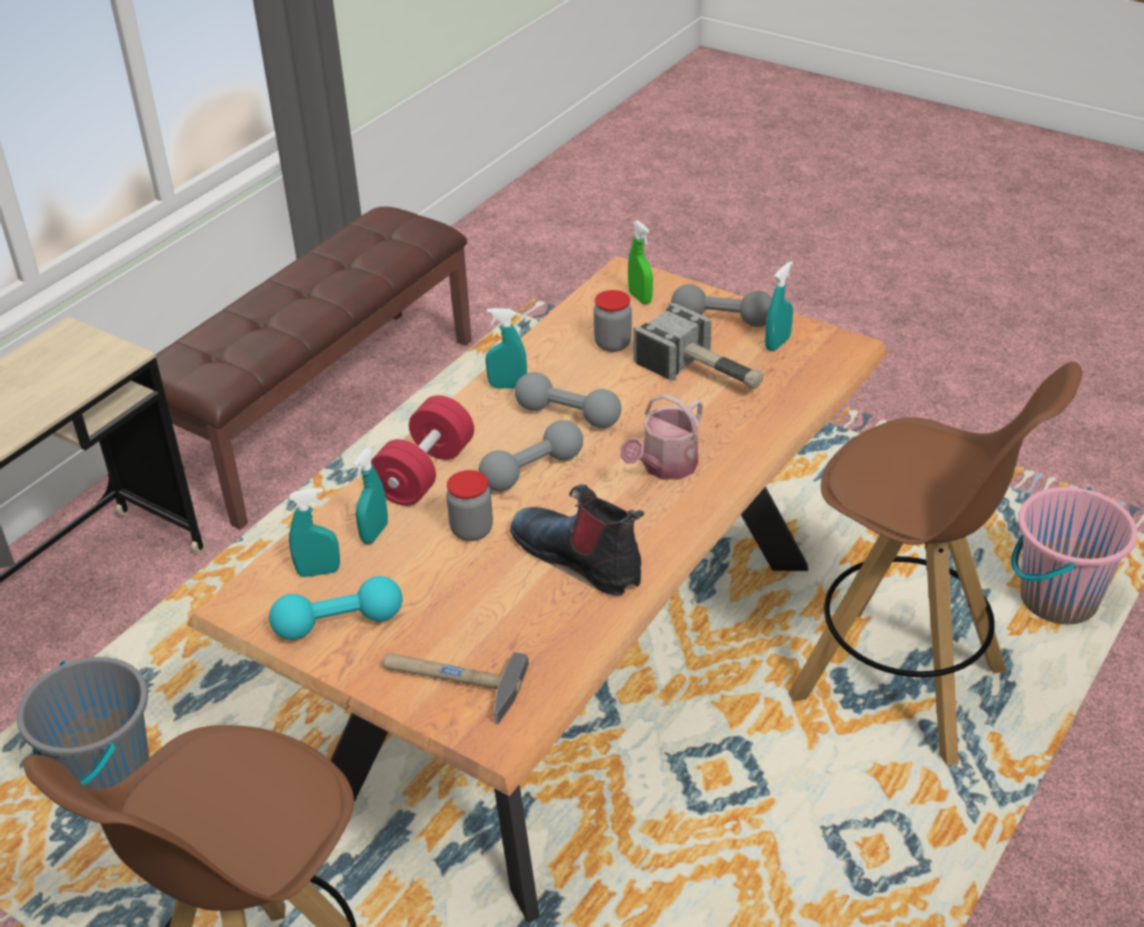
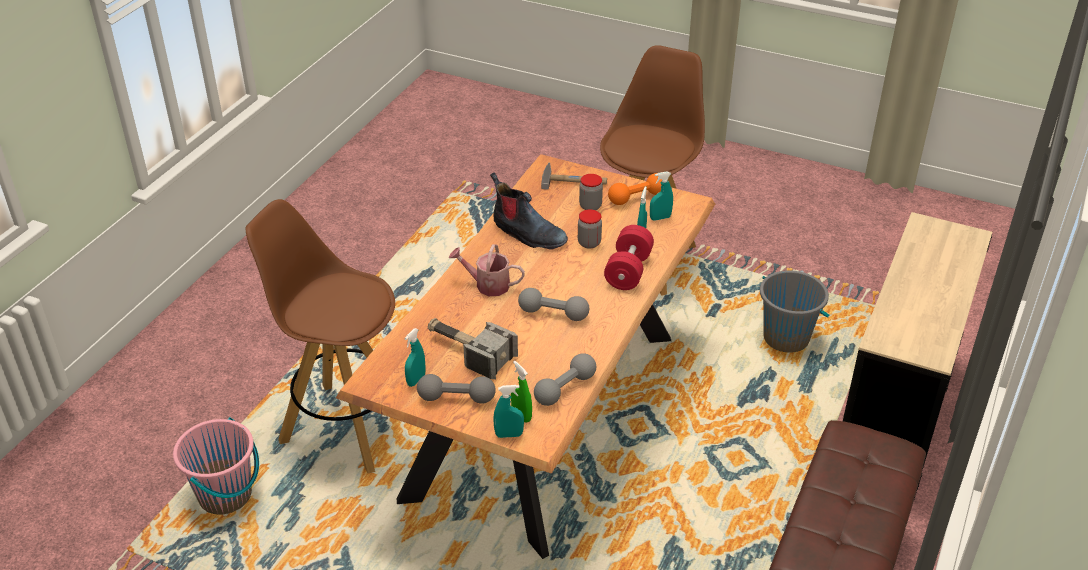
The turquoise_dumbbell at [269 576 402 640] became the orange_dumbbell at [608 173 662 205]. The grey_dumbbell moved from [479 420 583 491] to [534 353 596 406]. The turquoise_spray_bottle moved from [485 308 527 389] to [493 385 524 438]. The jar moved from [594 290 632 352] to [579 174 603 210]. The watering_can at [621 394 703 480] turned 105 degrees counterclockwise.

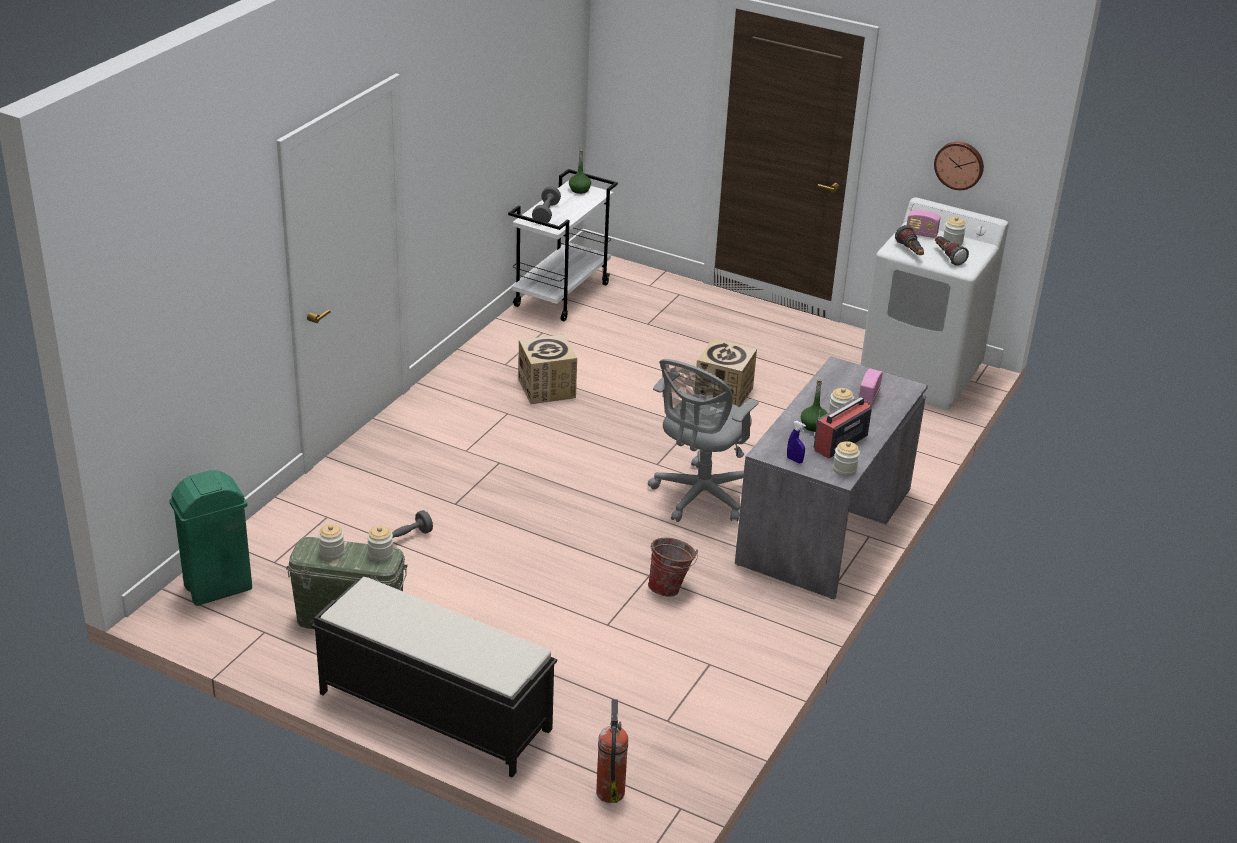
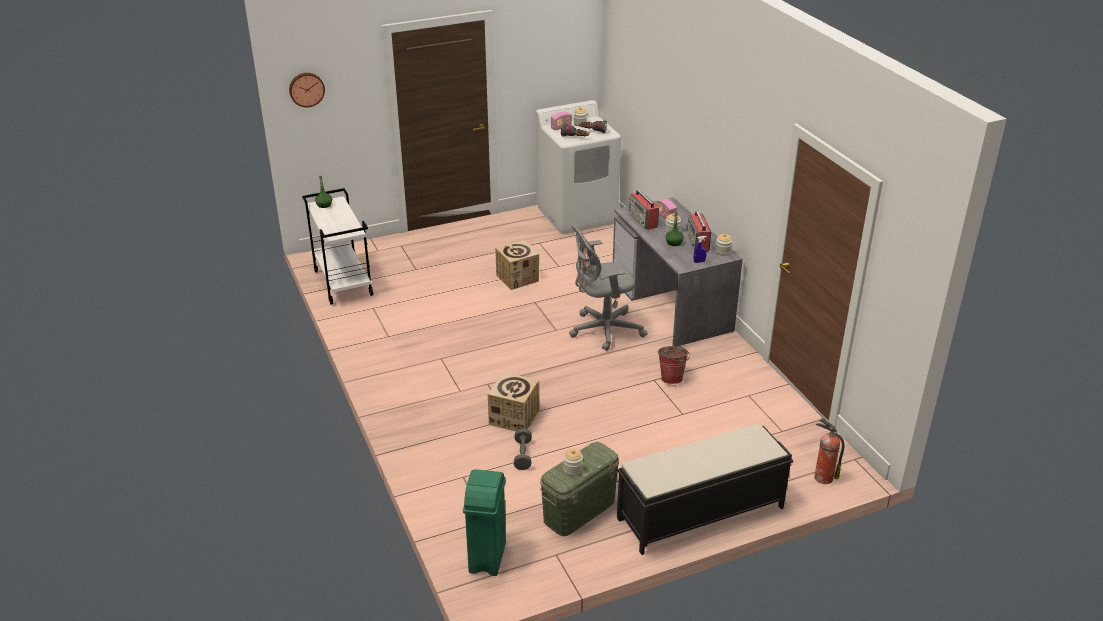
The jar at [367 526 393 562] disappeared. The cardboard_box moved from [518 334 577 404] to [488 372 539 431]. The grey_dumbbell at [532 186 561 223] disappeared. The grey_office_chair at [648 359 759 522] turned 90 degrees clockwise. The wall_clock moved from [934 142 984 190] to [289 73 325 108]. The radio at [629 190 659 230] appeared.

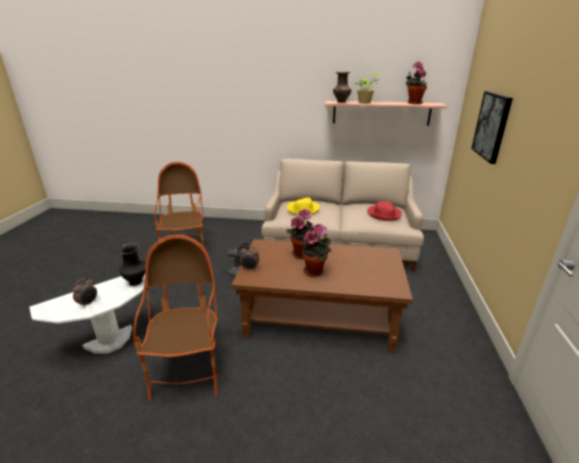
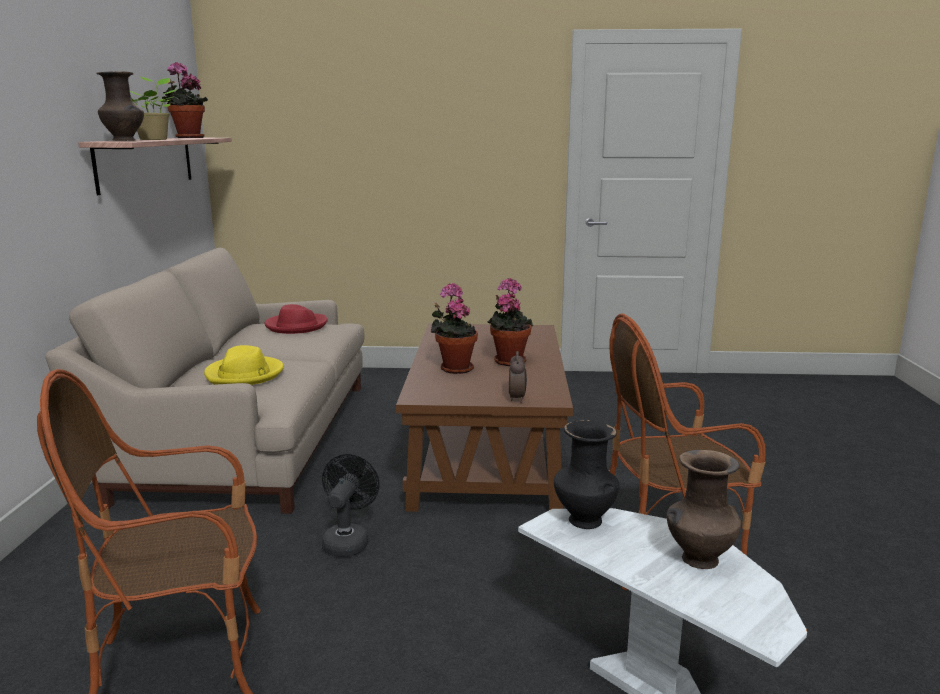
The alarm_clock at [73 278 97 308] was replaced by the brown_vase at [667 450 741 569]. The picture at [471 91 513 164] disappeared.

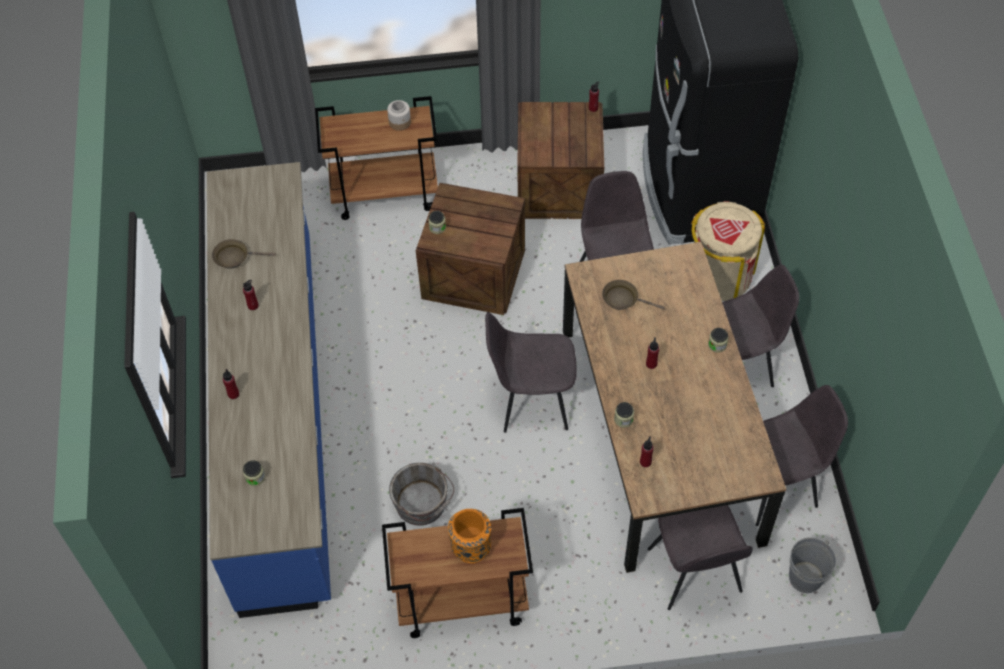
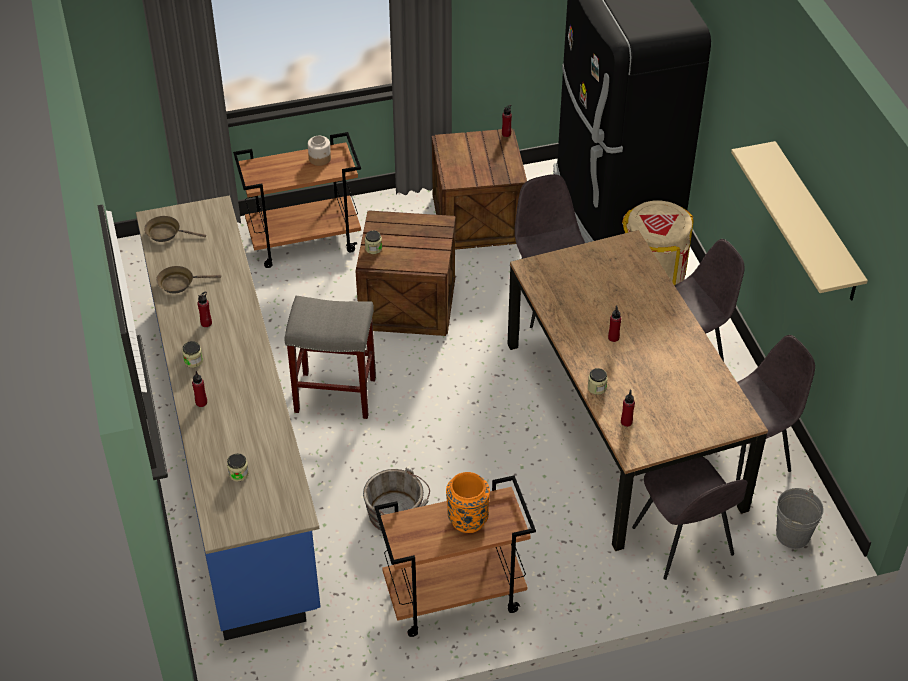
The grey_chair at [485 312 577 433] disappeared. The brown_frying_pan moved from [602 280 665 310] to [144 216 206 242]. The jar moved from [708 328 728 352] to [182 341 203 368]. The grey_stool at [284 296 376 419] appeared. The beige_shelf at [731 141 868 301] appeared.

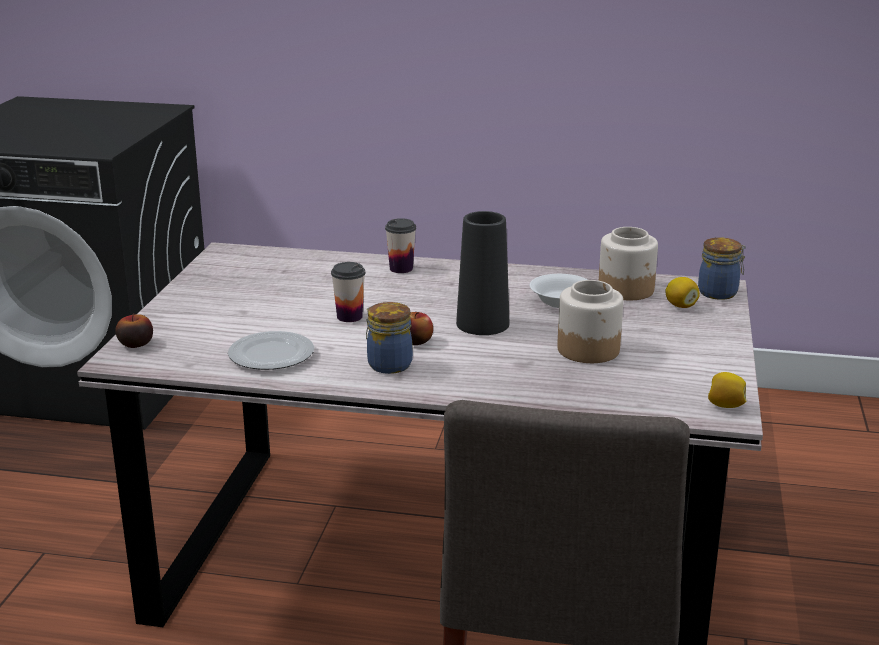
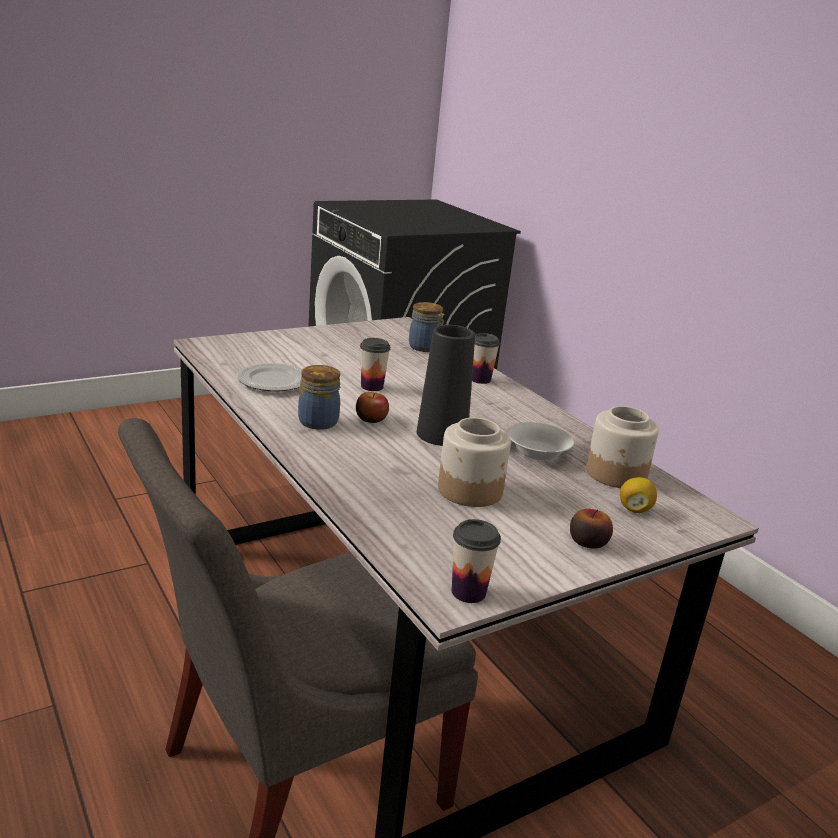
The apple moved from [115 313 153 348] to [570 509 613 549]. The jar moved from [698 237 746 300] to [409 302 444 352]. The lemon at [708 372 746 408] was replaced by the cup at [452 519 501 603].

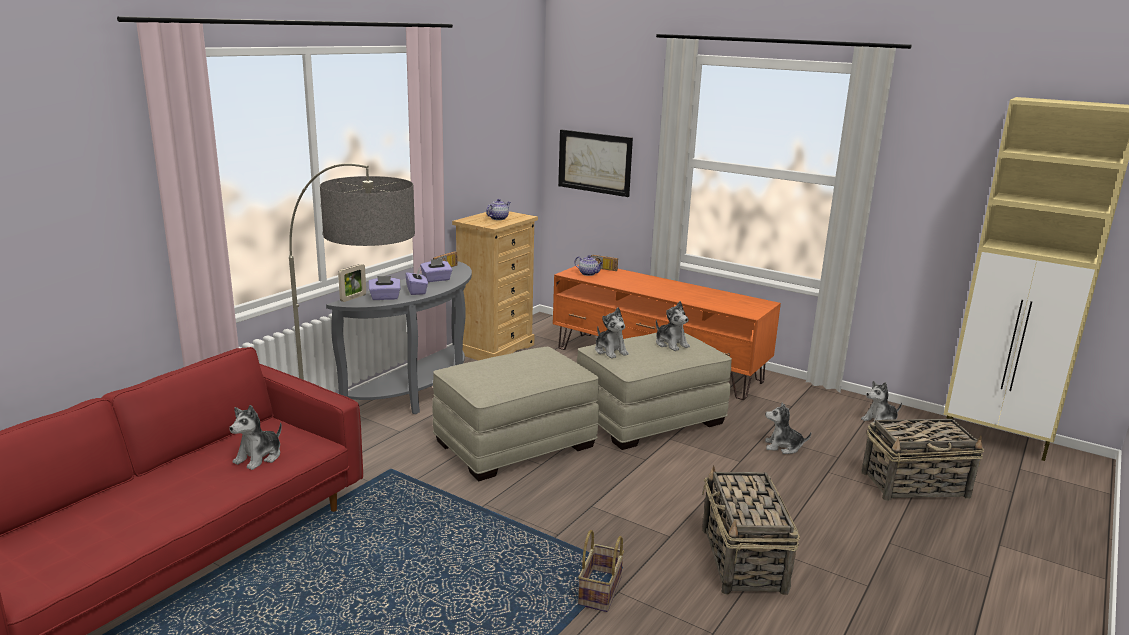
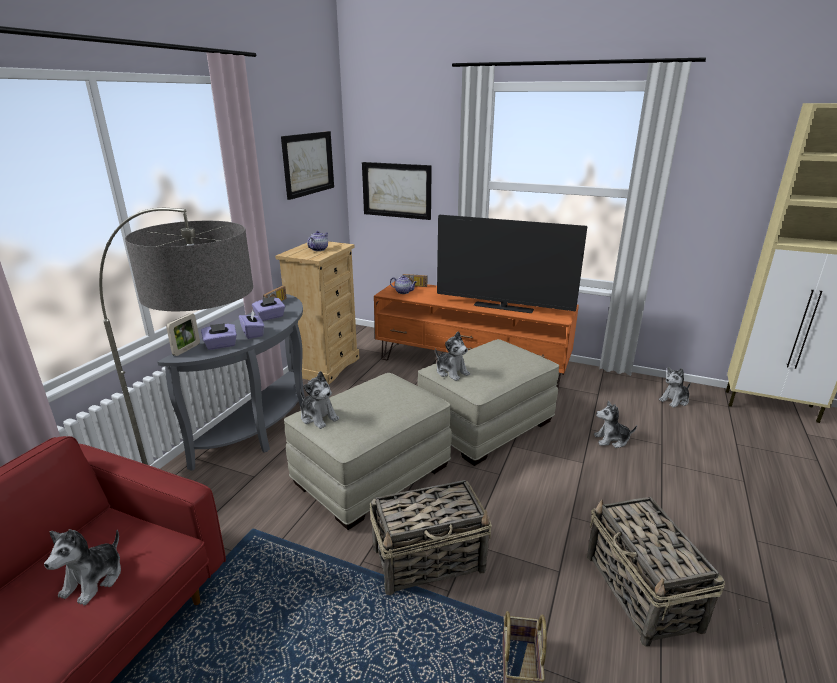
The plush_toy moved from [656 301 690 351] to [300 371 339 429]. The basket moved from [861 419 984 501] to [370 480 492 595]. The picture at [281 131 334 200] appeared. The television at [437 215 587 313] appeared.

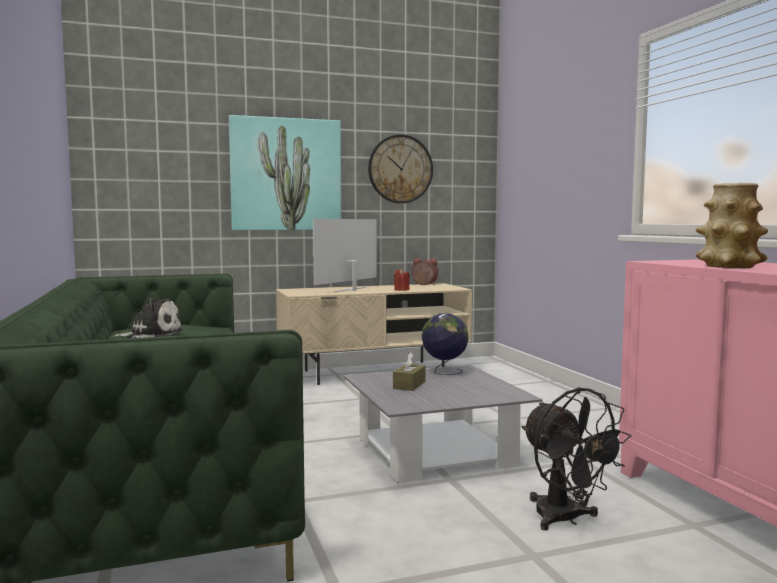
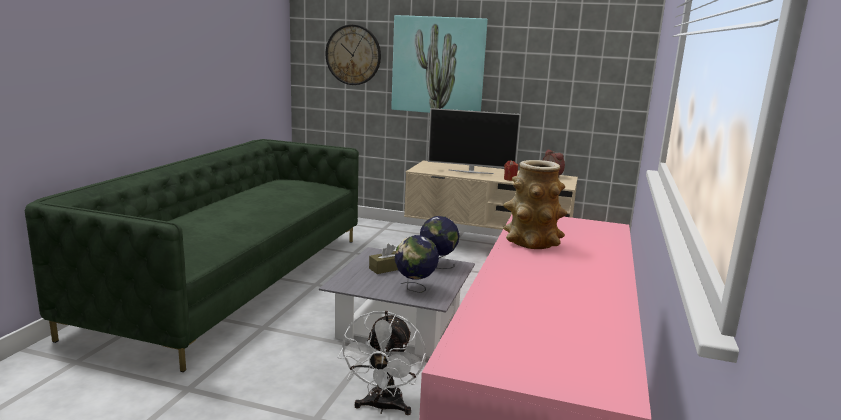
The plush_toy at [114 298 183 338] disappeared. The television at [313 219 377 292] turned 150 degrees counterclockwise. The wall_clock moved from [368 134 433 203] to [326 25 381 85]. The black_fan at [522 387 632 530] became the white_fan at [338 311 426 415]. The globe at [394 235 439 293] appeared.

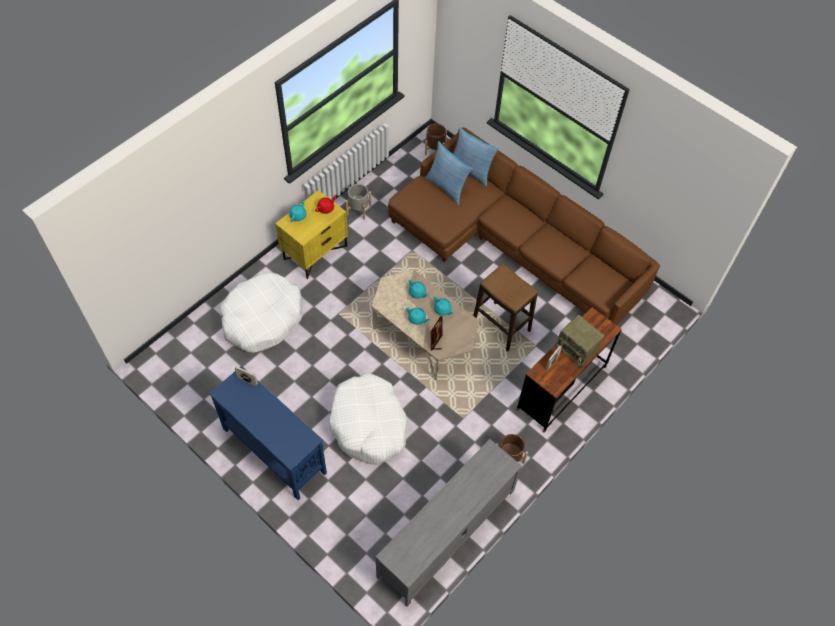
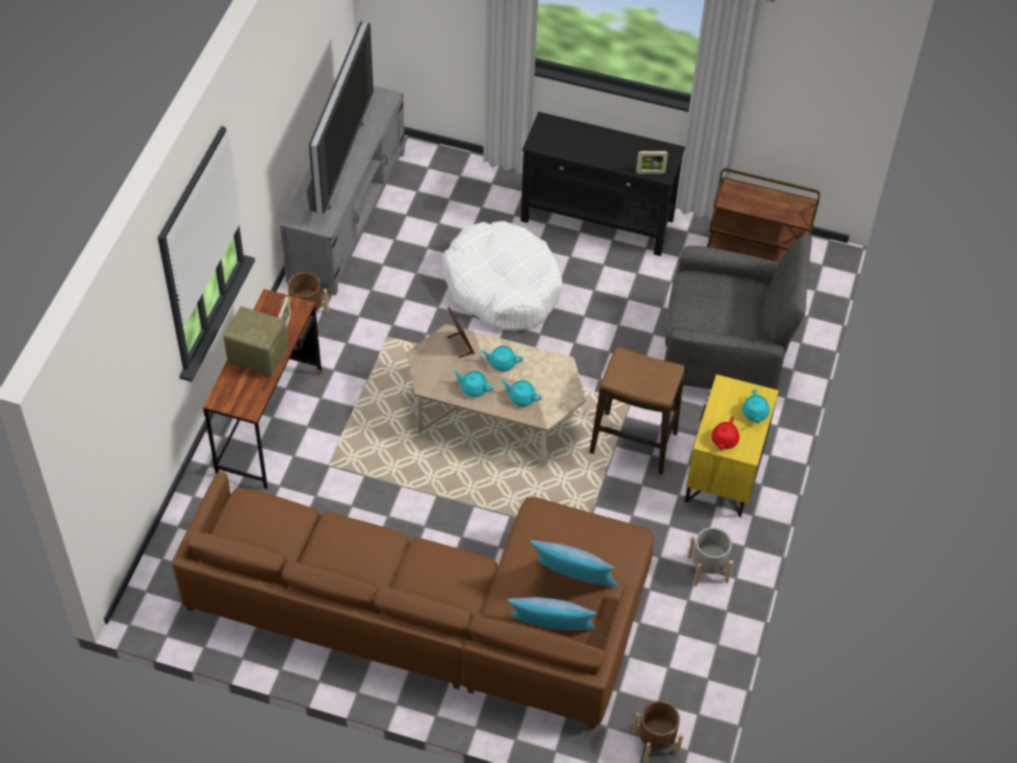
The blue_console_table at [209 366 327 500] became the black_console_table at [521 112 685 256]. The white_dog_bed at [220 273 303 353] was replaced by the grey_armchair at [664 233 812 390]. The stool moved from [473 264 538 352] to [590 346 685 475]. The television at [307 21 373 216] appeared. The brown_cart at [707 168 820 262] appeared.

